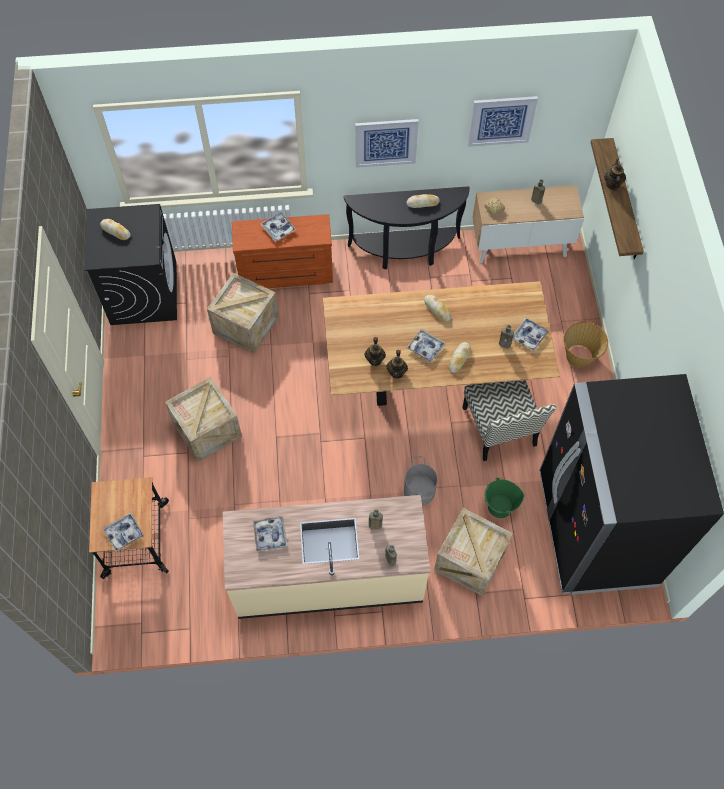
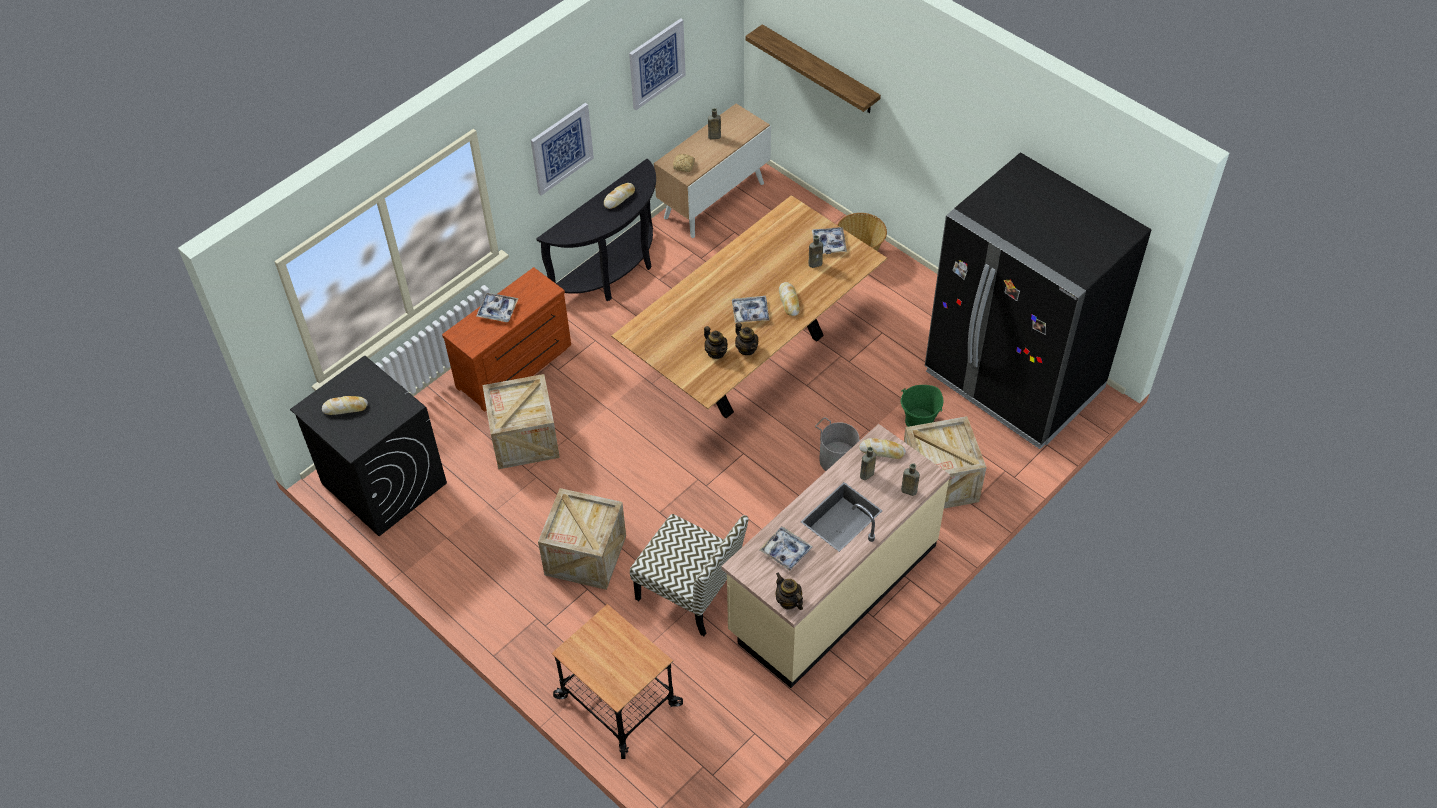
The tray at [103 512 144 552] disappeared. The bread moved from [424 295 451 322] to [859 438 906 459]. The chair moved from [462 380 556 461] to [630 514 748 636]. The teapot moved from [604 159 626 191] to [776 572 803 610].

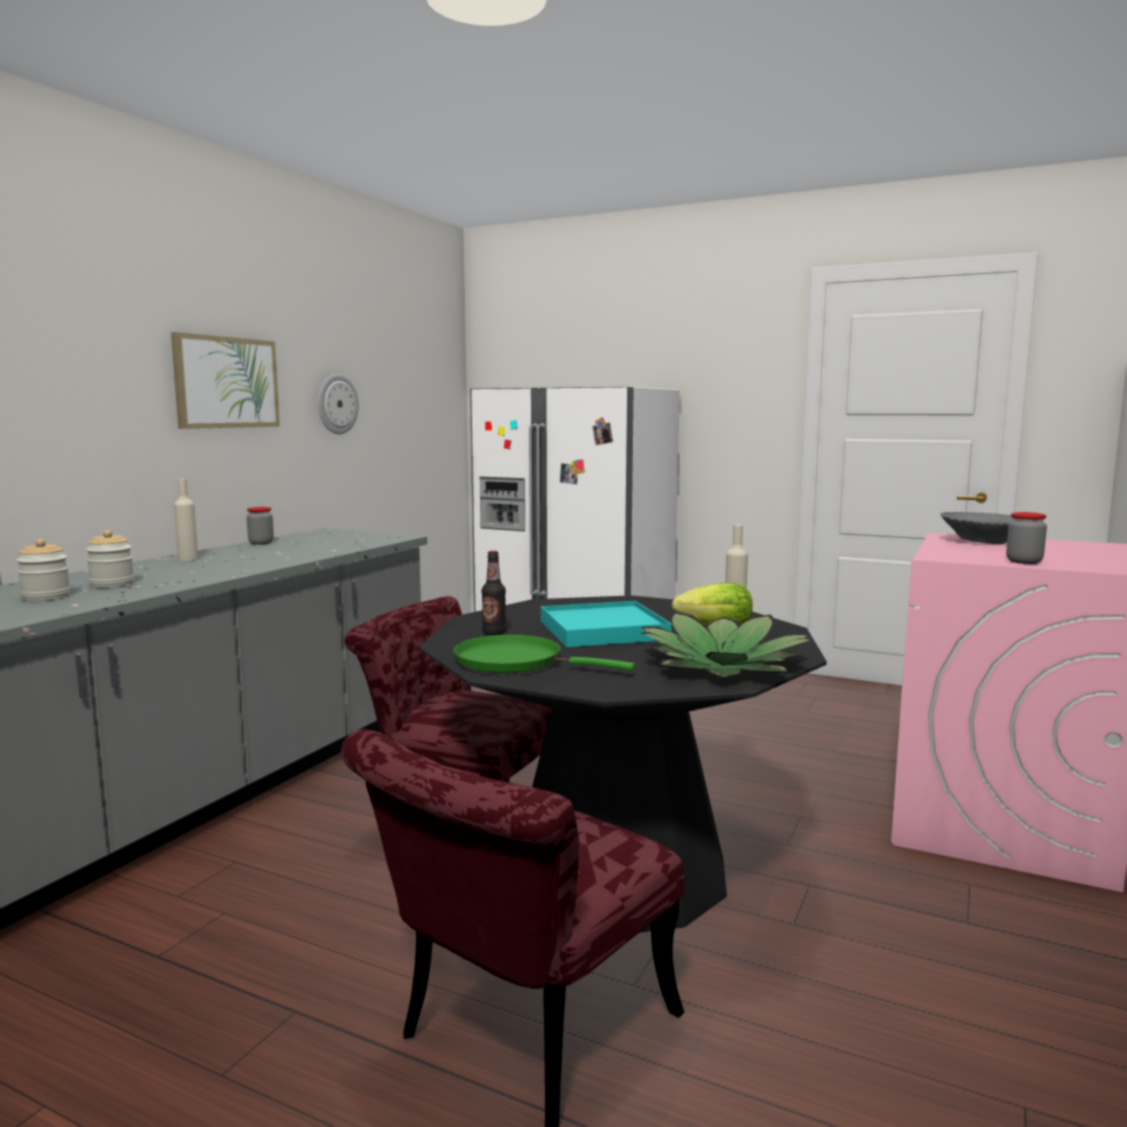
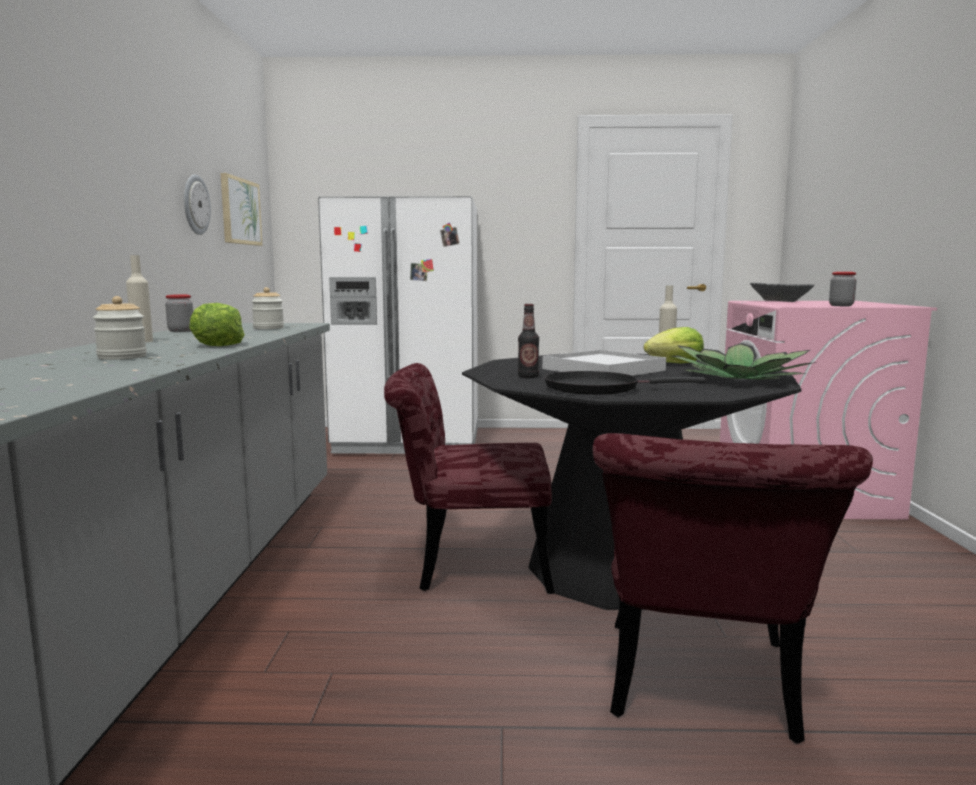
The jar moved from [16 539 71 601] to [251 287 284 329]. The picture moved from [171 332 280 429] to [220 173 263 246]. The green_frying_pan at [453 634 635 673] became the black_frying_pan at [544 371 706 395]. The turquoise_tray at [541 601 672 647] became the white_tray at [542 350 666 376]. The lettuce at [189 303 245 346] appeared.

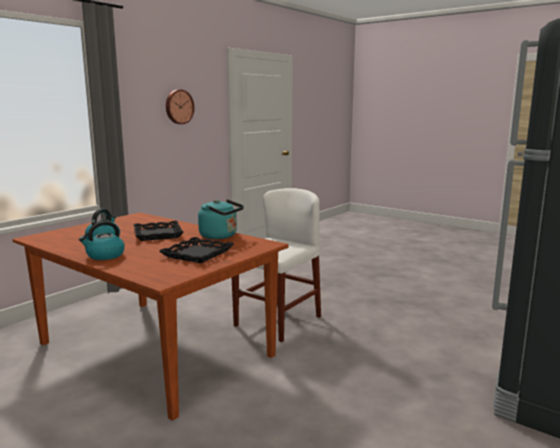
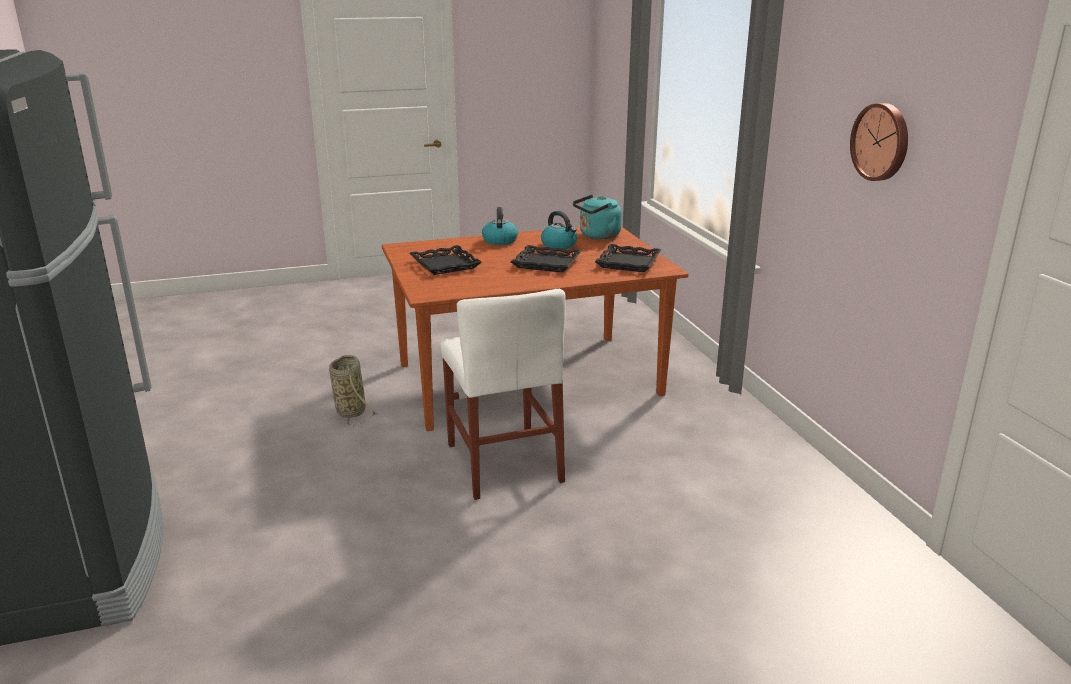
The turquoise_kettle moved from [198 199 244 239] to [573 195 622 239]. The basket at [329 355 377 426] appeared. The black_tray at [595 244 661 272] appeared.

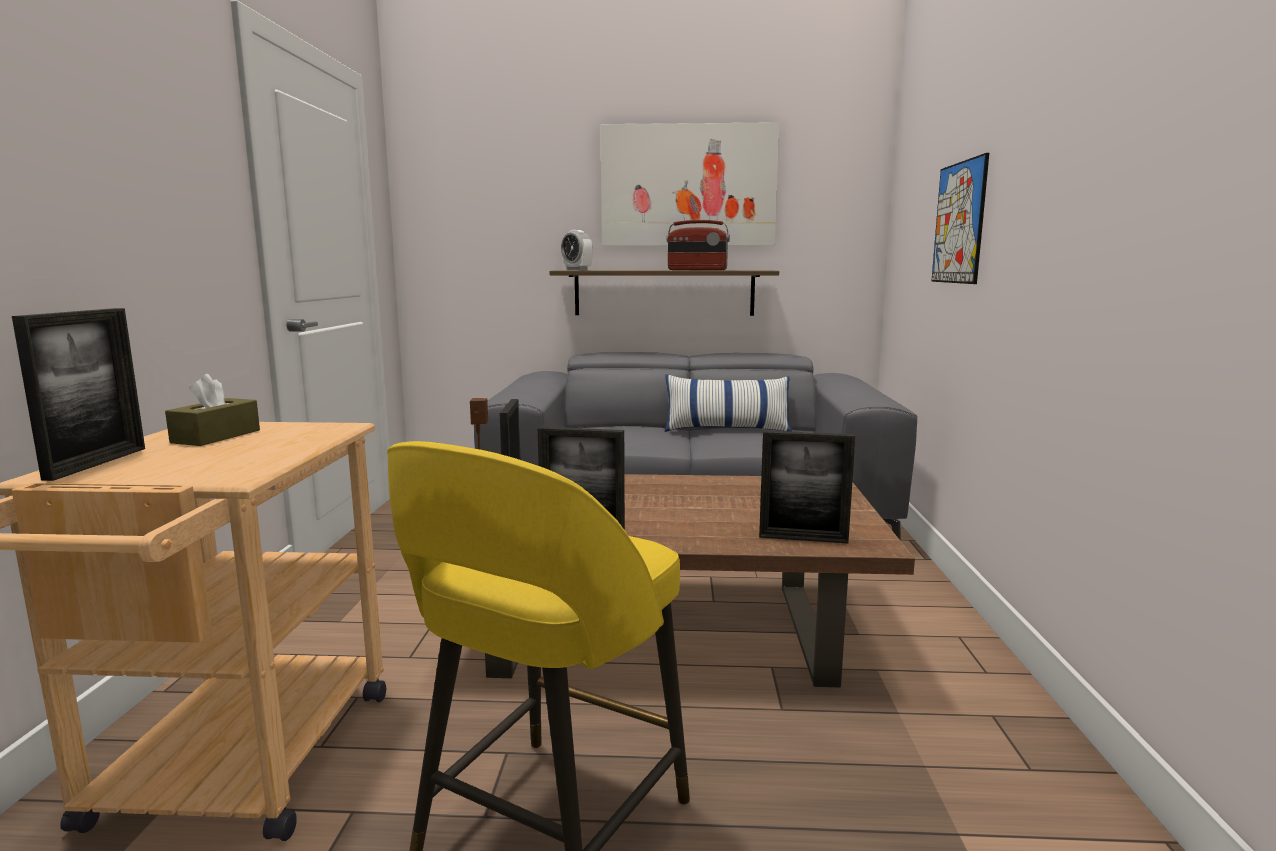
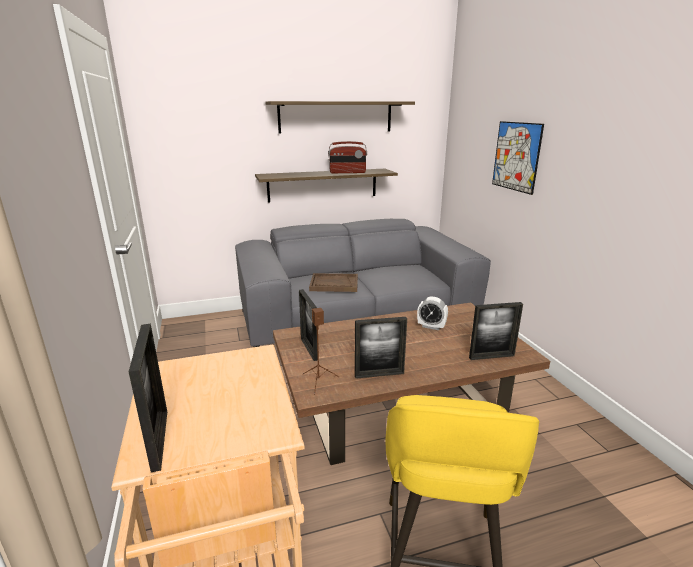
The brown_tissue_box at [165 374 260 446] disappeared. The alarm_clock moved from [561 230 593 270] to [417 296 448 330]. The picture at [601 122 780 246] was replaced by the shelf at [265 101 415 134]. The pillow at [665 374 792 432] disappeared. The brown_tray at [309 273 358 292] appeared.

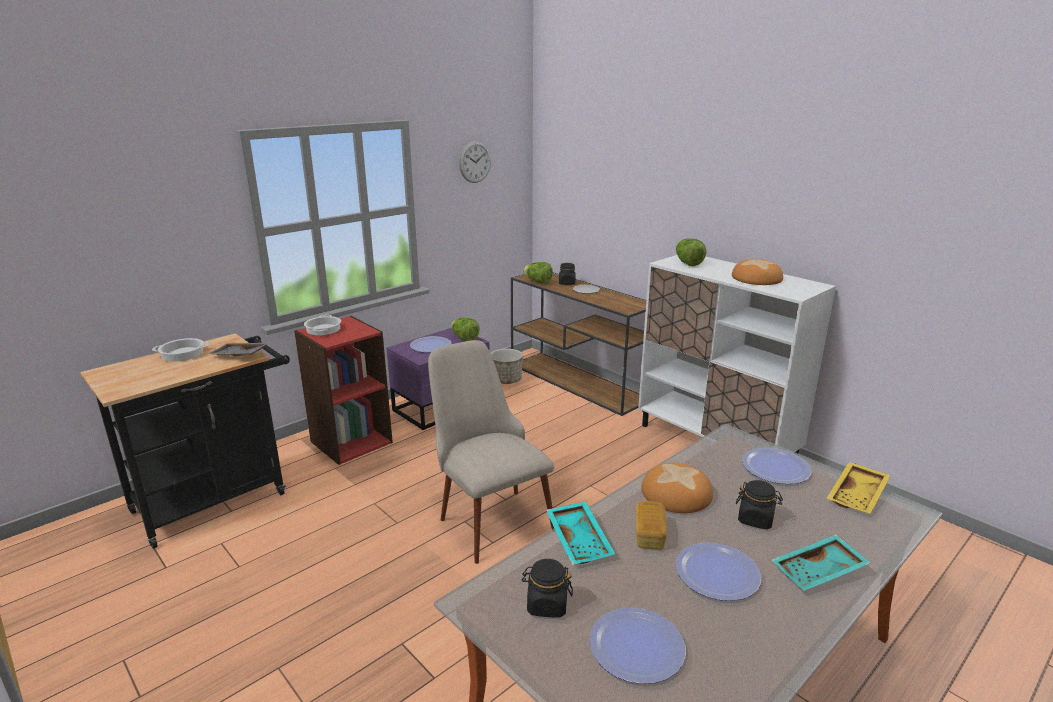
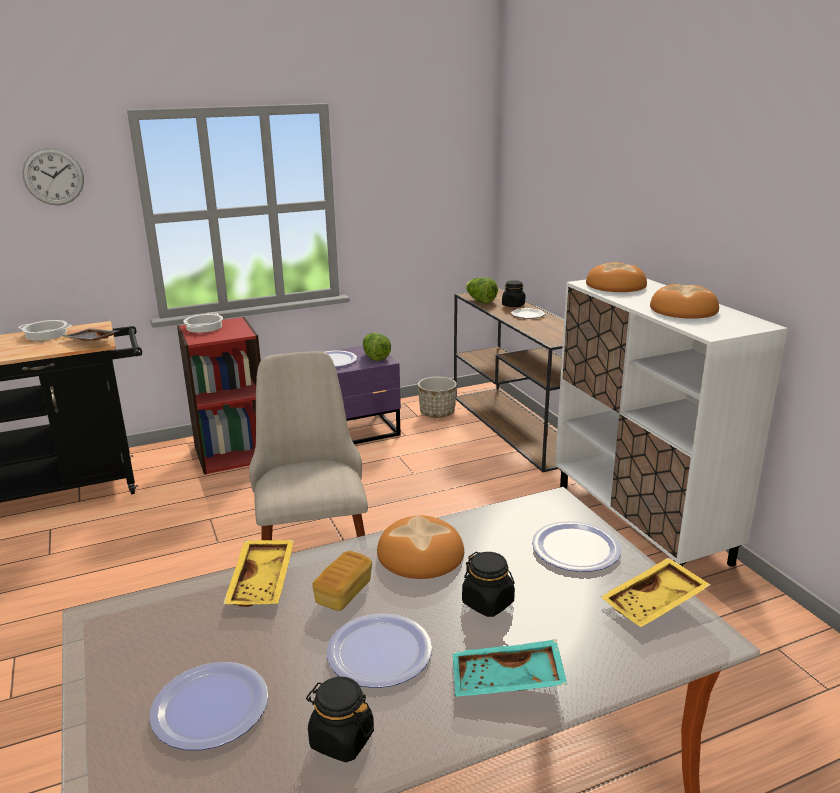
The wall_clock moved from [459 141 491 183] to [22 148 84 205]. The black_jar moved from [522 559 573 617] to [306 677 374 762]. The turquoise_tray at [546 501 615 565] became the yellow_tray at [223 540 294 607]. The lettuce at [676 238 706 266] was replaced by the bread at [586 262 647 292].

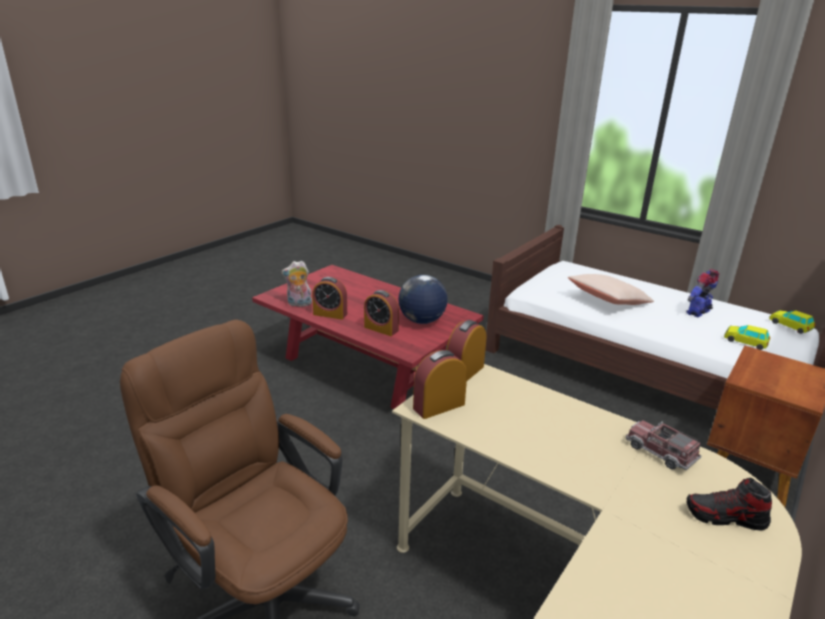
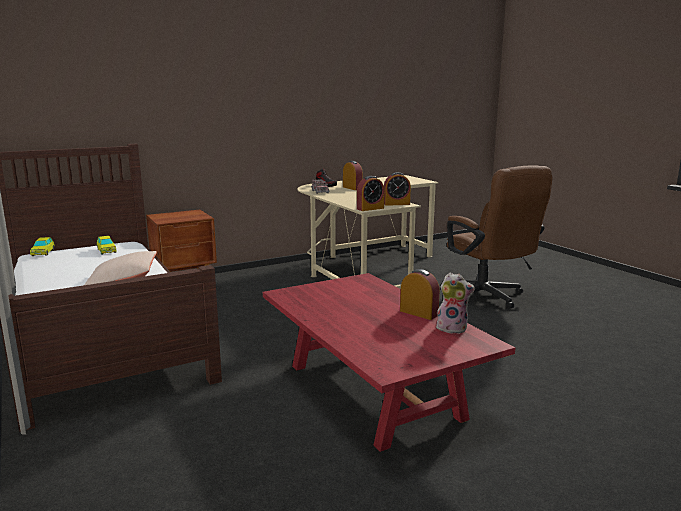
The alarm_clock moved from [364 290 399 336] to [343 161 363 190]. The globe at [398 275 448 324] disappeared. The toy_robot at [686 269 719 317] disappeared.

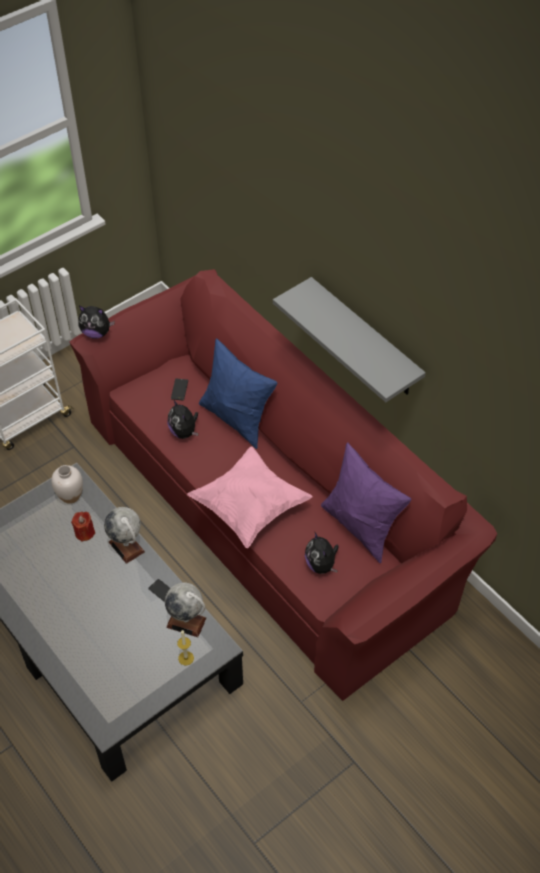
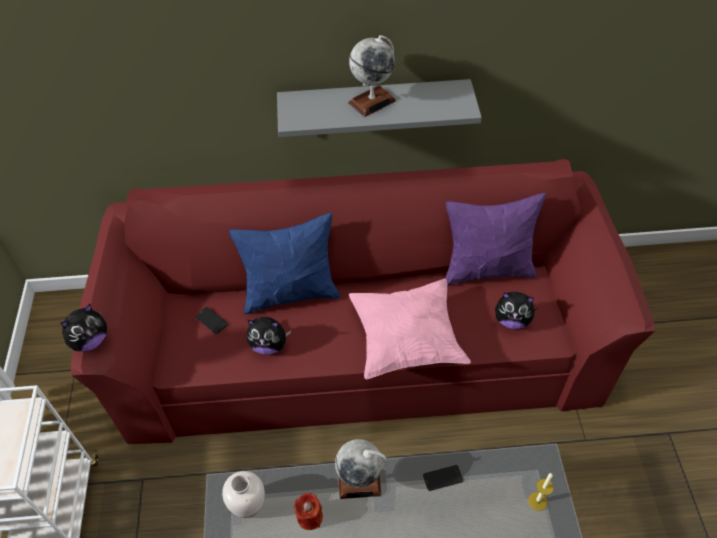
The globe moved from [165 583 206 637] to [348 35 396 117].

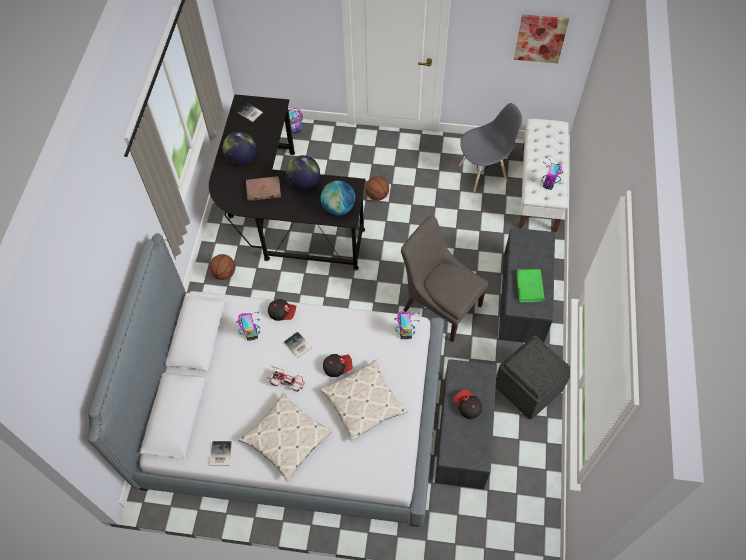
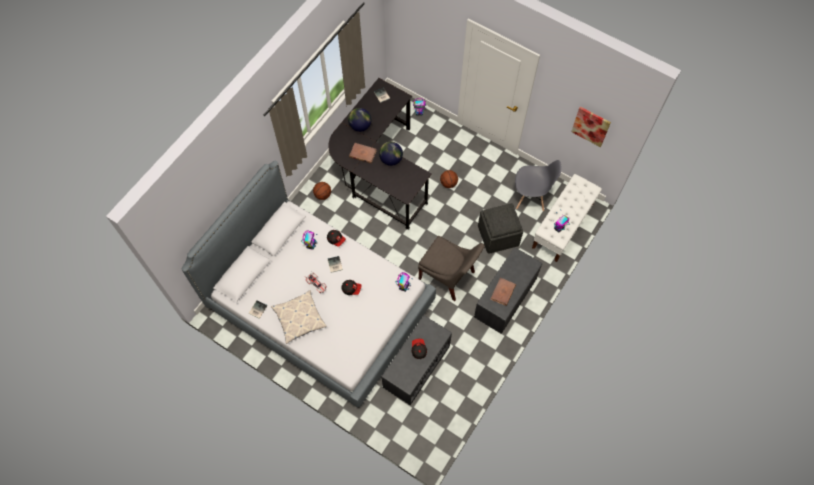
The pillow at [320 360 408 442] disappeared. The globe at [321 181 355 215] disappeared. The grey_chair at [401 215 488 343] turned 150 degrees clockwise. The grey_ottoman moved from [496 336 570 420] to [478 203 523 254]. The green_book at [516 269 545 302] became the brown_book at [490 277 516 306].

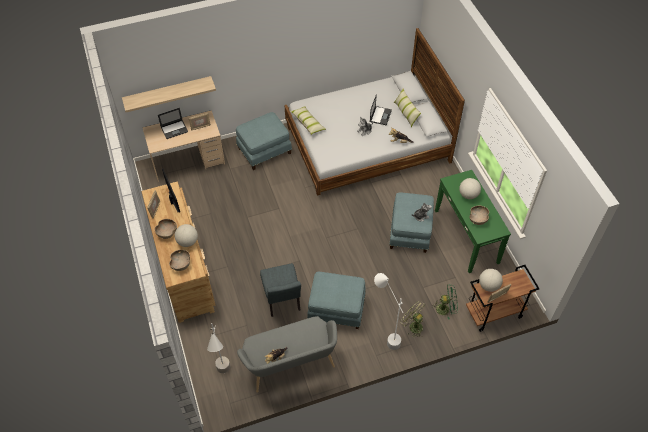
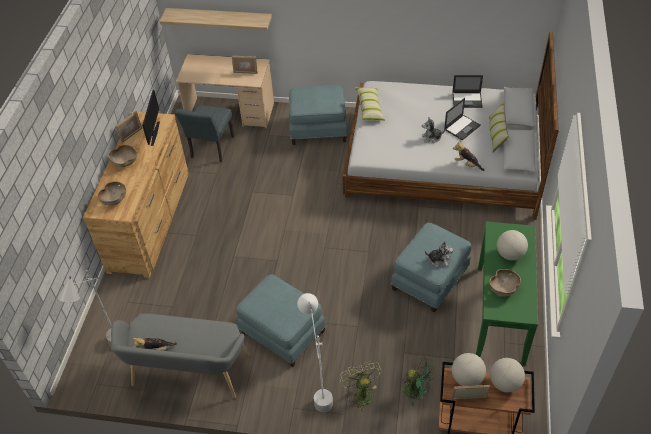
The laptop moved from [158 108 188 139] to [452 75 483 108]. The globe moved from [175 224 198 247] to [490 358 525 393]. The grey_chair moved from [260 263 301 317] to [175 105 234 162].

